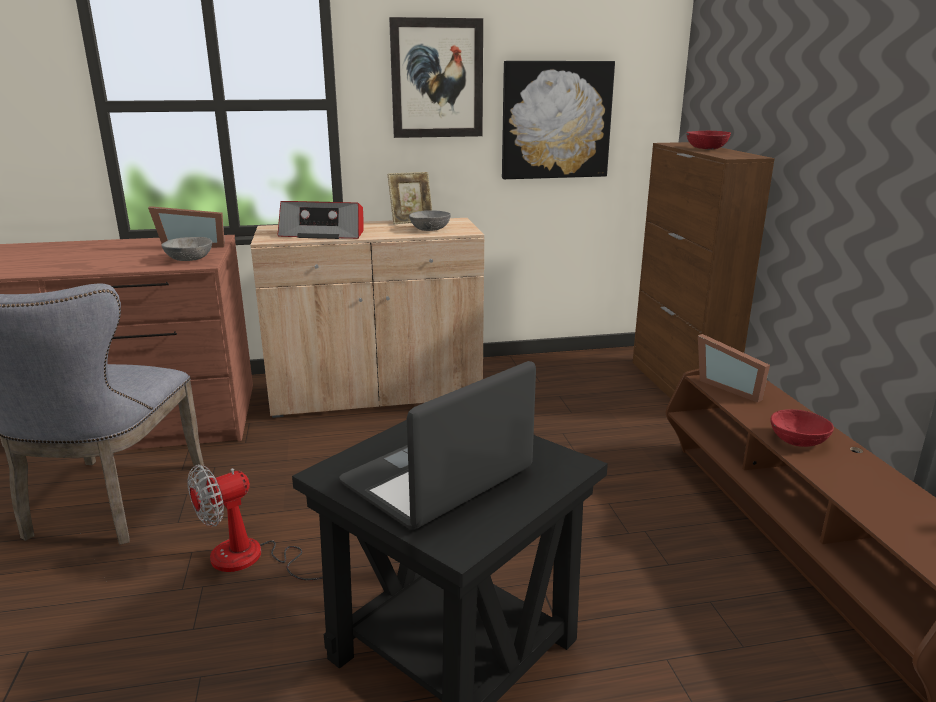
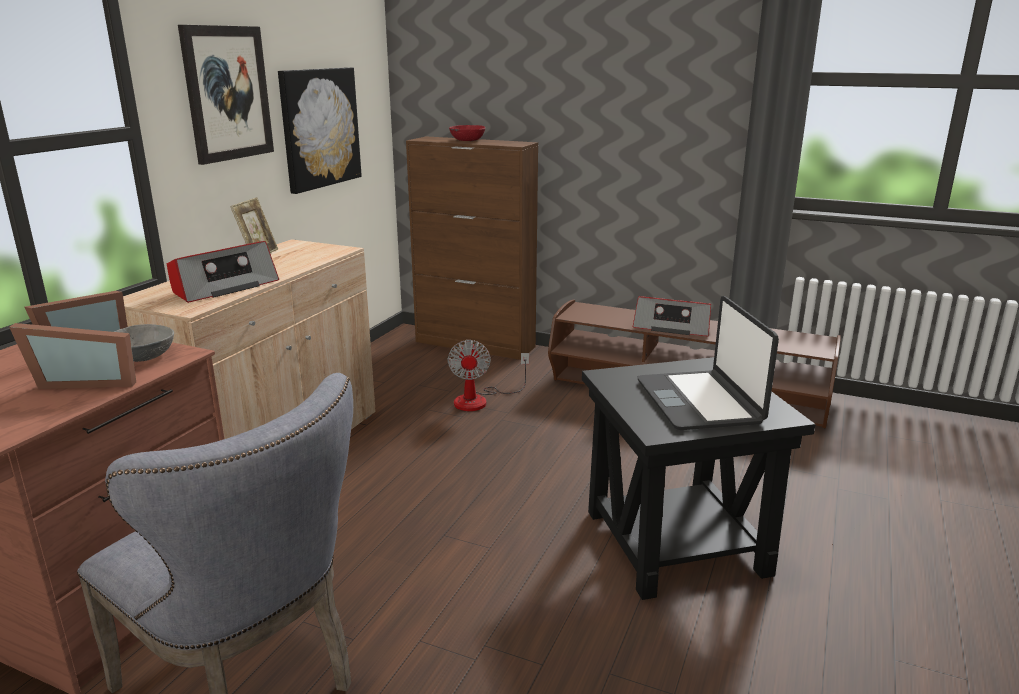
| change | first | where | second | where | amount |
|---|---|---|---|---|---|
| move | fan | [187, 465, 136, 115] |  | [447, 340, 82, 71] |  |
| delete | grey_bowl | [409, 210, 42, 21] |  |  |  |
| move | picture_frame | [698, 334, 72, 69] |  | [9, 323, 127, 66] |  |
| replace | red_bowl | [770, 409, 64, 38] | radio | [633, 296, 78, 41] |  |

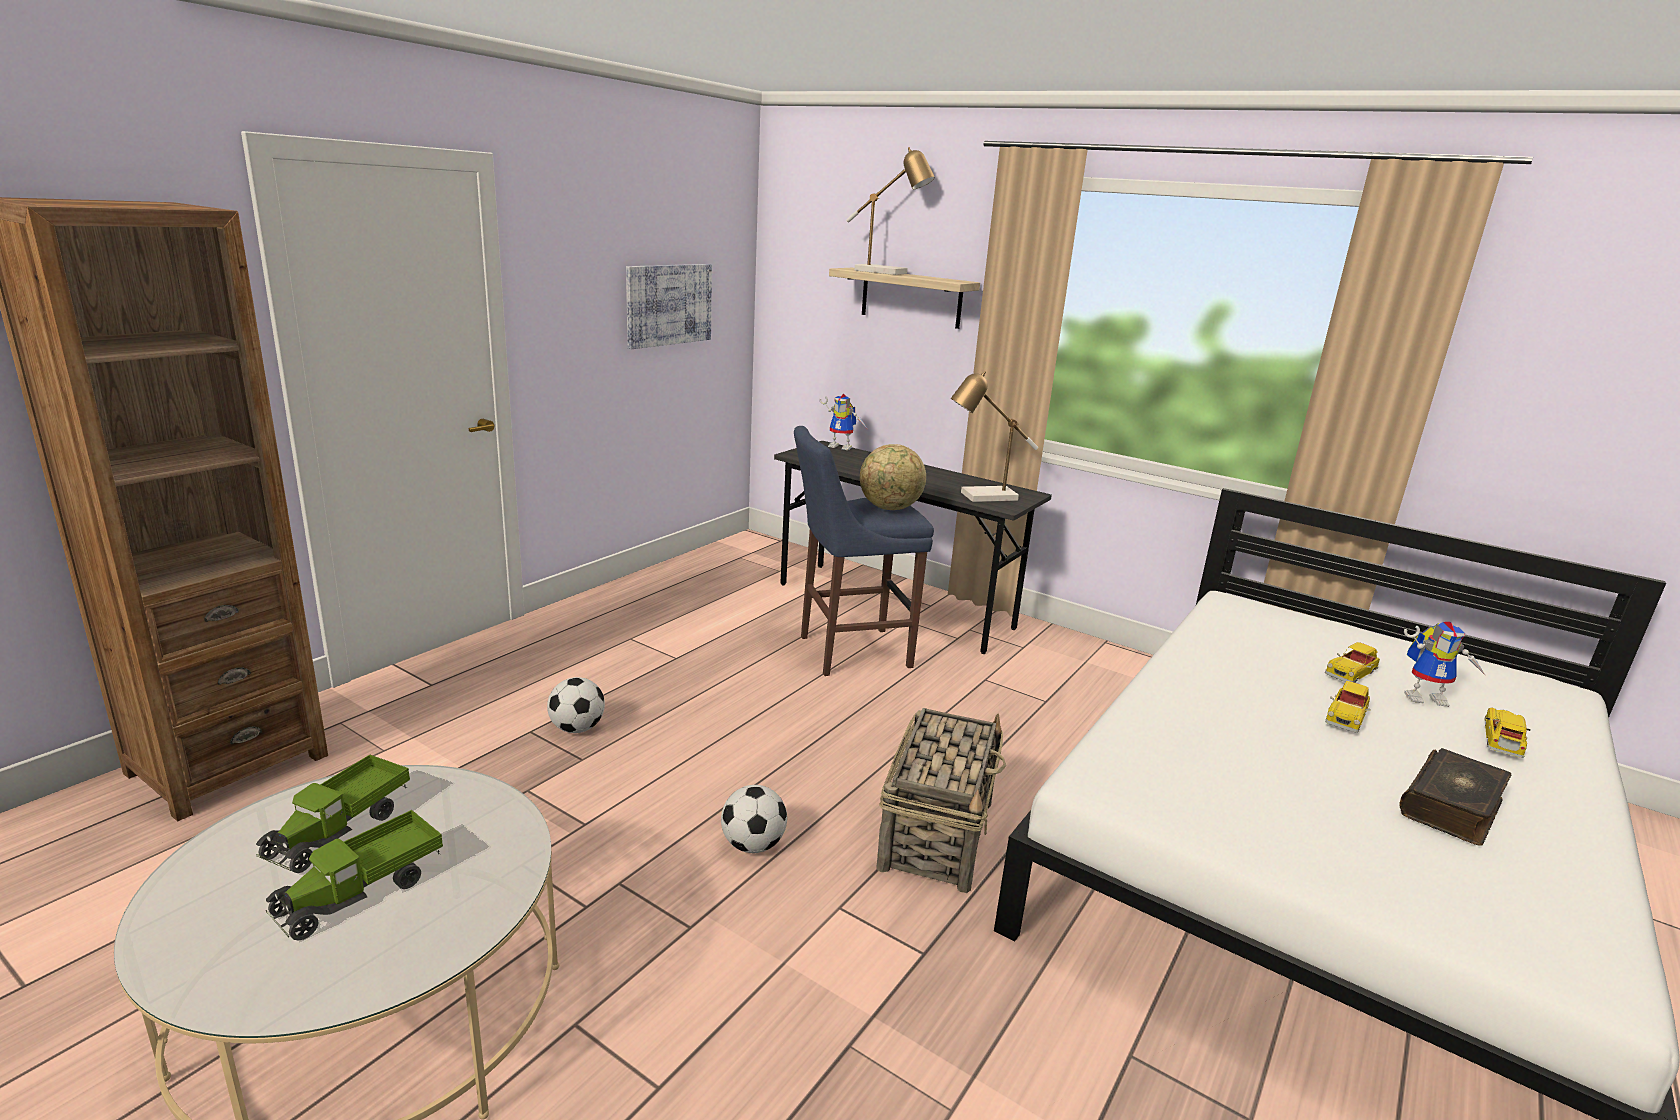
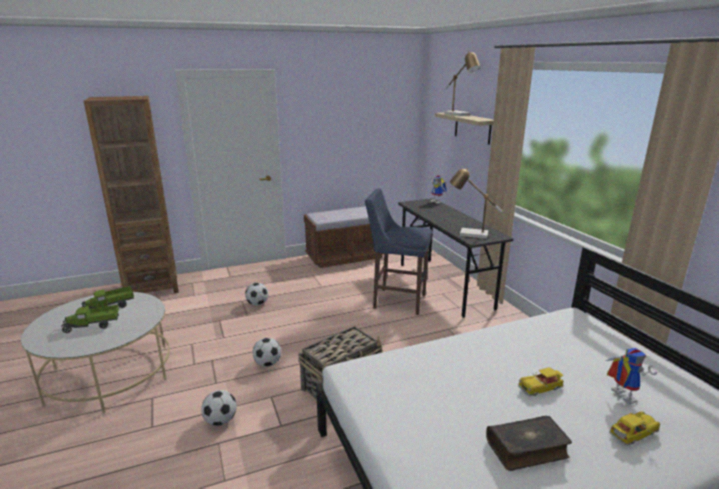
| change | first | where | second | where | amount |
|---|---|---|---|---|---|
| delete | picture | [626, 264, 86, 85] |  |  |  |
| delete | globe | [860, 444, 66, 66] |  |  |  |
| delete | toy_car | [1325, 642, 55, 41] |  |  |  |
| rotate | toy_robot | [1404, 622, 82, 85] |  | [605, 348, 52, 56] | 150 degrees counterclockwise |
| insert |  |  | football | [201, 390, 36, 36] |  |
| insert |  |  | brown_bench | [304, 206, 80, 62] |  |

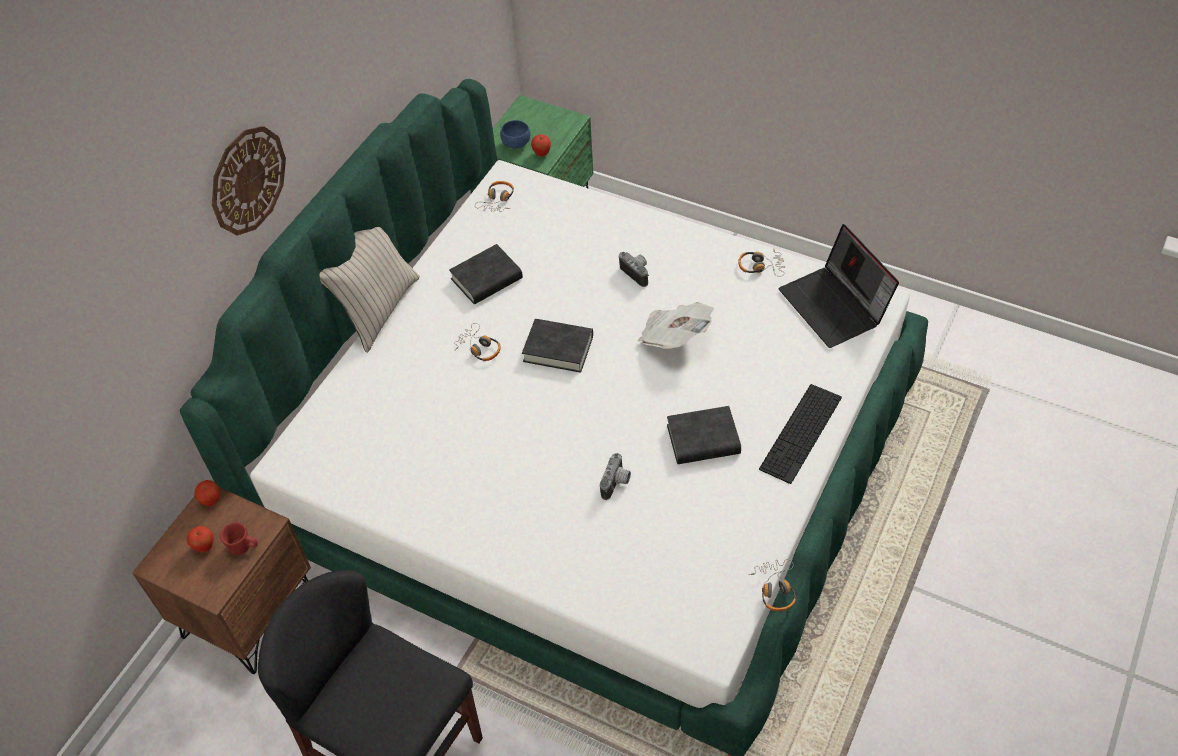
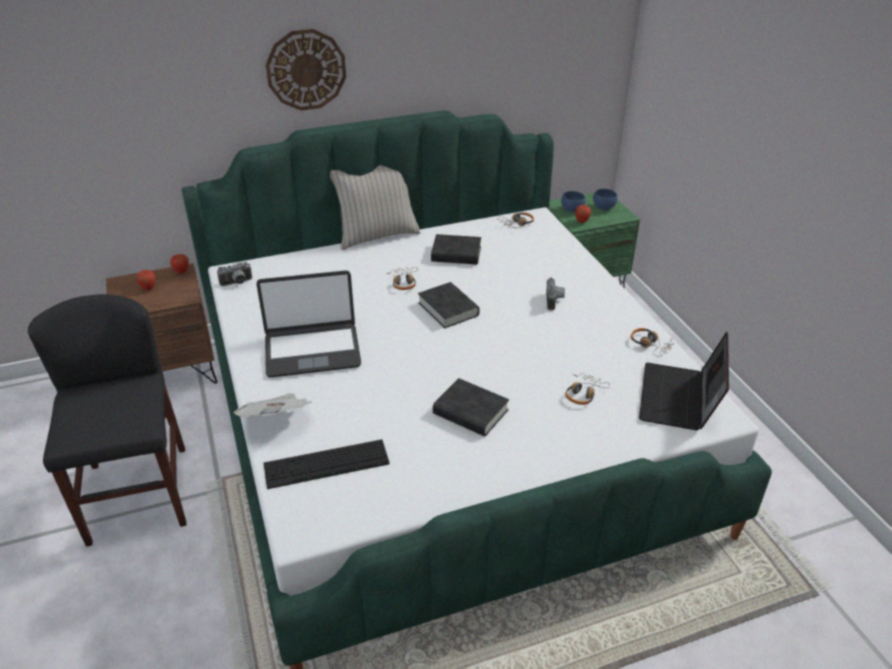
| change | first | where | second | where | amount |
|---|---|---|---|---|---|
| delete | red_mug | [220, 522, 38, 33] |  |  |  |
| move | photo_camera | [600, 453, 31, 47] |  | [217, 262, 35, 24] |  |
| move | newspaper | [638, 302, 76, 47] |  | [234, 393, 78, 24] |  |
| move | headphones | [749, 559, 47, 52] |  | [565, 373, 45, 32] |  |
| move | keyboard | [759, 384, 83, 100] |  | [264, 439, 126, 50] |  |
| insert |  |  | laptop | [256, 270, 105, 108] |  |
| insert |  |  | blue_bowl | [593, 189, 24, 21] |  |

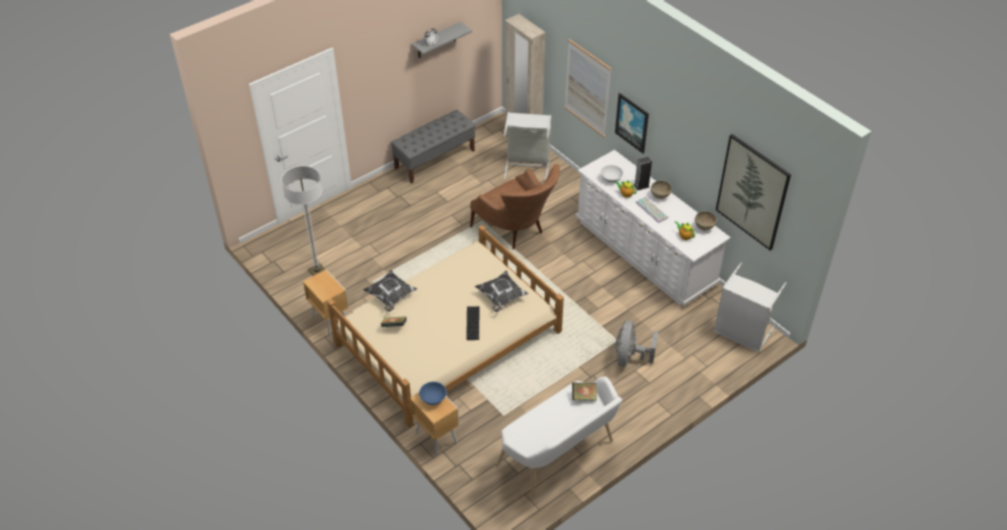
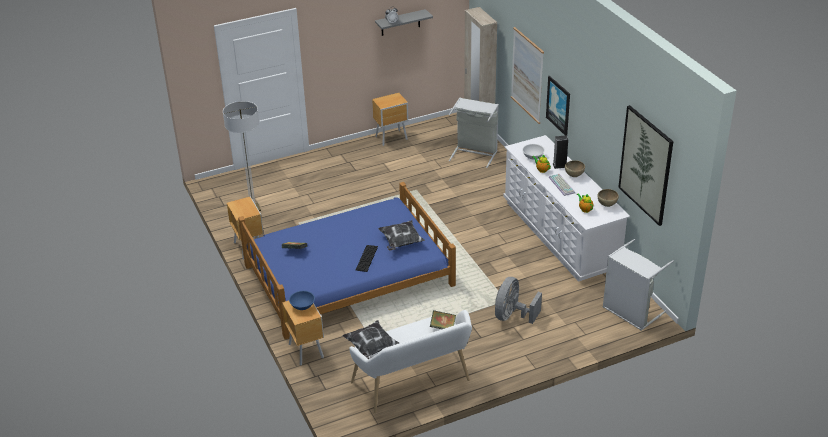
| change | first | where | second | where | amount |
|---|---|---|---|---|---|
| recolor | beige_bed | [327, 225, 237, 203] | blue_bed | [238, 182, 218, 157] |  |
| move | pillow | [363, 270, 54, 42] |  | [342, 320, 57, 39] |  |
| replace | grey_bench | [391, 110, 85, 74] | brown_nightstand | [372, 93, 37, 53] |  |
| delete | brown_armchair | [470, 164, 90, 85] |  |  |  |

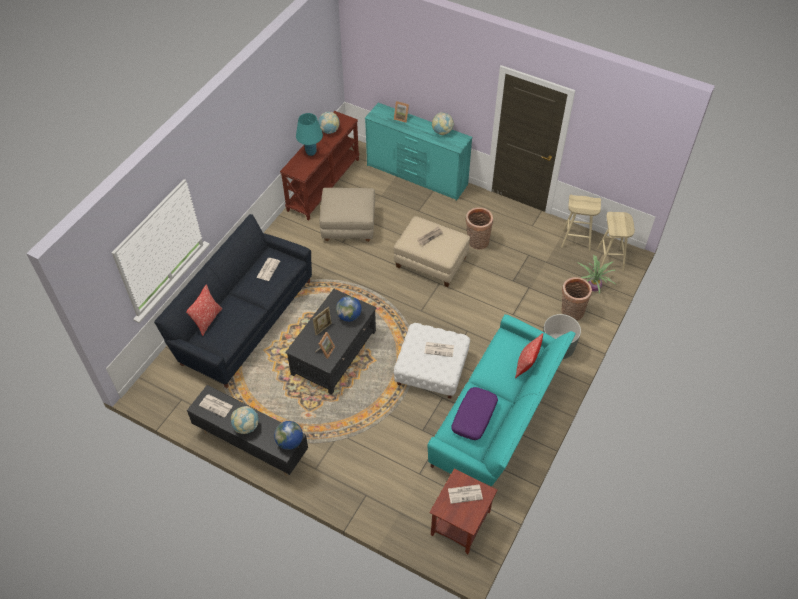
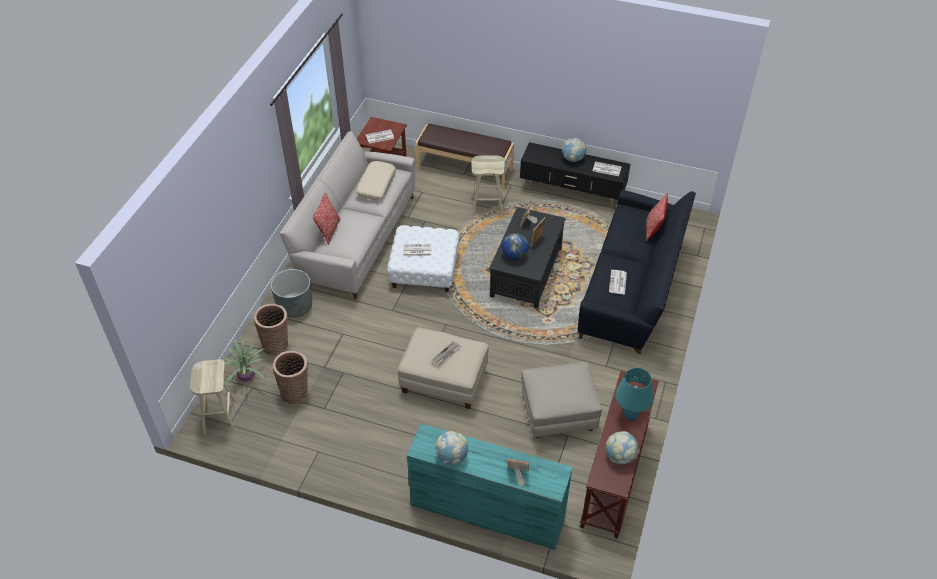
| change | first | where | second | where | amount |
|---|---|---|---|---|---|
| delete | globe | [274, 421, 29, 29] |  |  |  |
| recolor | turquoise_sofa | [427, 314, 149, 173] | beige_sofa | [279, 131, 136, 168] |  |
| recolor | purple_pillow | [451, 387, 47, 53] | beige_pillow | [356, 161, 40, 39] |  |
| move | basket | [466, 207, 27, 43] |  | [273, 351, 35, 53] |  |
| move | beige_stool | [561, 195, 40, 56] |  | [472, 155, 33, 60] |  |
| insert |  |  | brown_bench | [415, 124, 99, 65] |  |

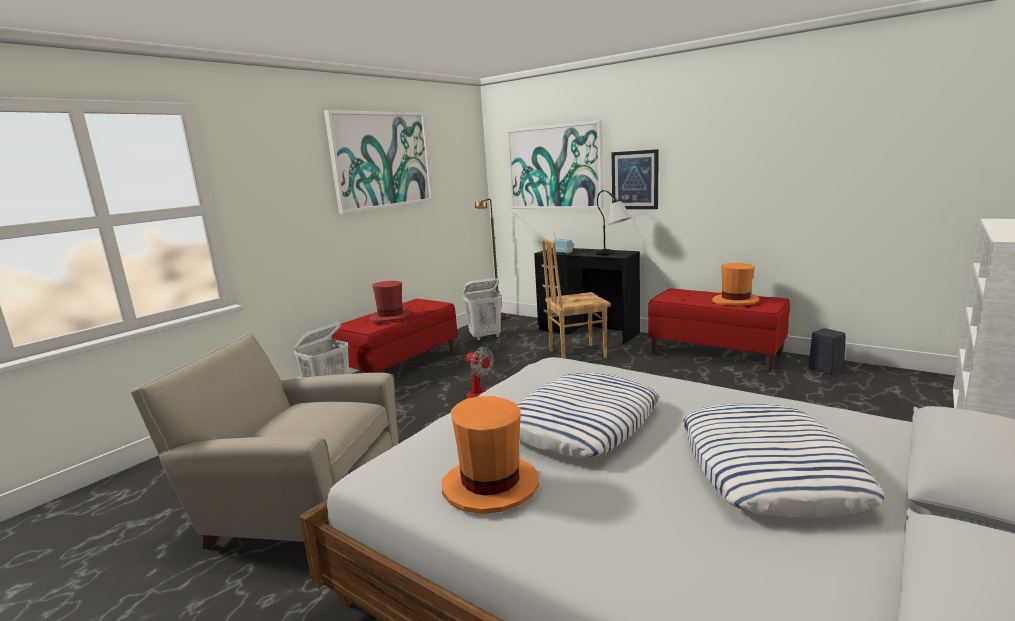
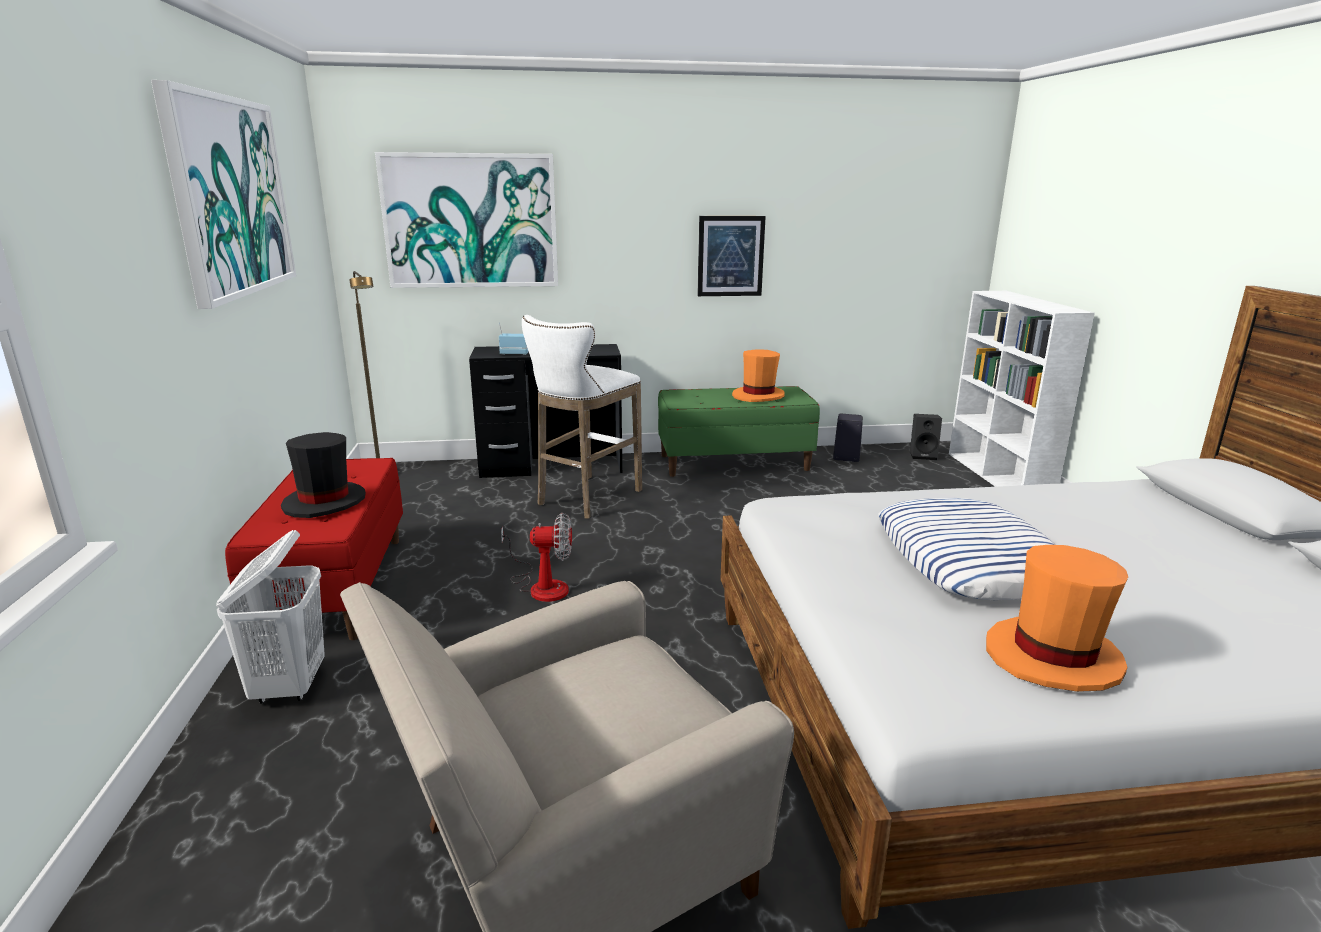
| change | first | where | second | where | amount |
|---|---|---|---|---|---|
| recolor | red_hat | [370, 281, 41, 42] | black_hat | [281, 432, 85, 86] |  |
| delete | white_laundry_basket | [463, 278, 39, 63] |  |  |  |
| replace | brown_chair | [542, 238, 69, 120] | white_stool | [522, 315, 120, 204] |  |
| delete | table_lamp | [596, 190, 36, 65] |  |  |  |
| move | picture | [612, 149, 47, 60] |  | [697, 216, 69, 80] |  |
| recolor | red_bench | [648, 289, 142, 83] | green_bench | [658, 386, 162, 91] |  |
| delete | pillow | [683, 403, 202, 115] |  |  |  |
| insert |  |  | black_speaker | [910, 414, 32, 46] |  |

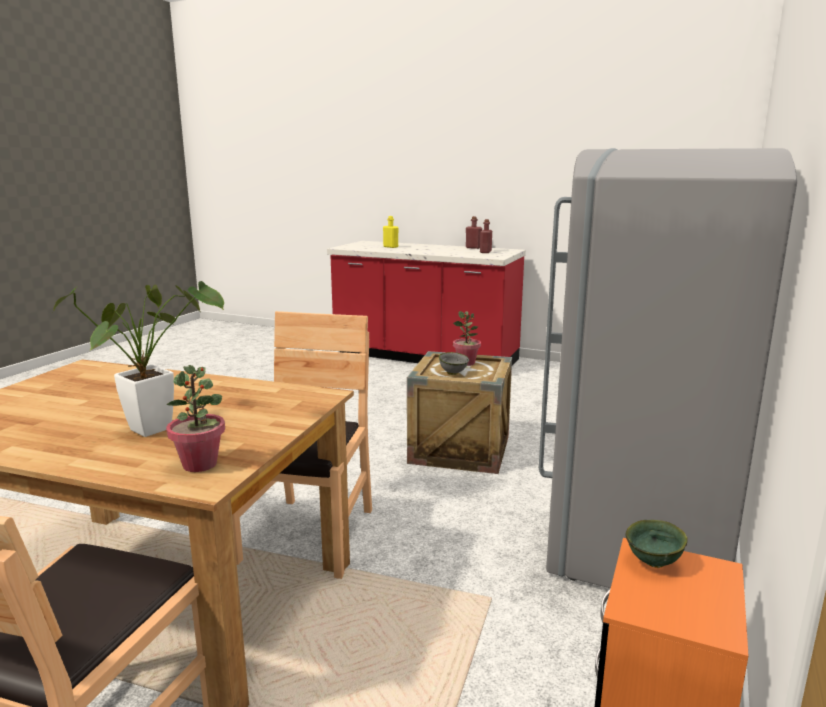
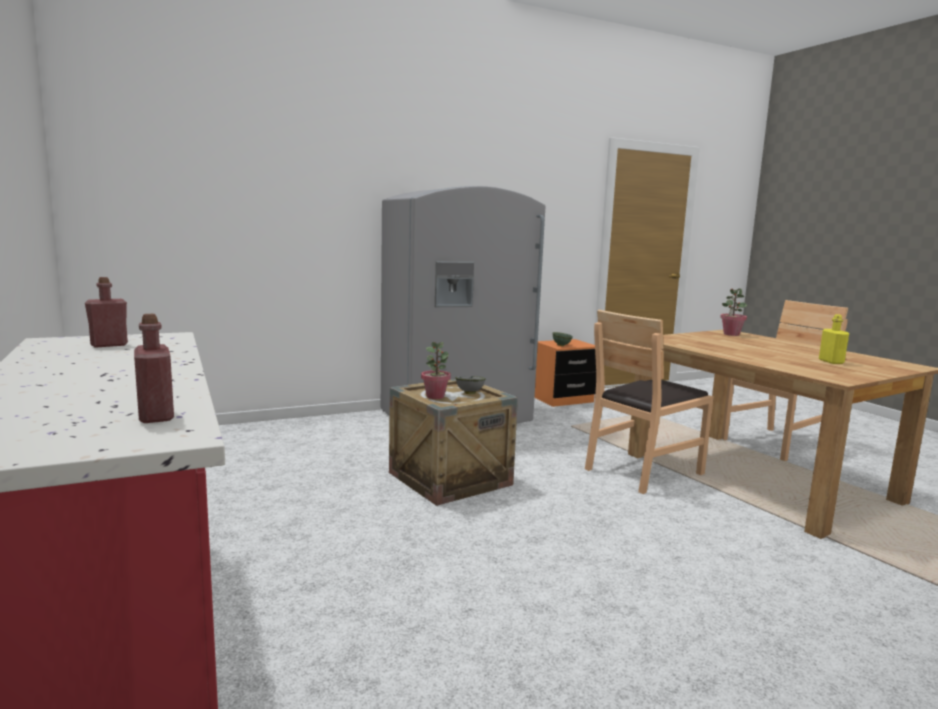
| change | first | where | second | where | amount |
|---|---|---|---|---|---|
| delete | potted_plant | [53, 281, 171, 156] |  |  |  |
| move | yellow_bottle | [383, 216, 15, 32] |  | [819, 314, 30, 50] |  |
| move | red_bottle | [466, 216, 16, 33] |  | [134, 314, 40, 109] |  |

